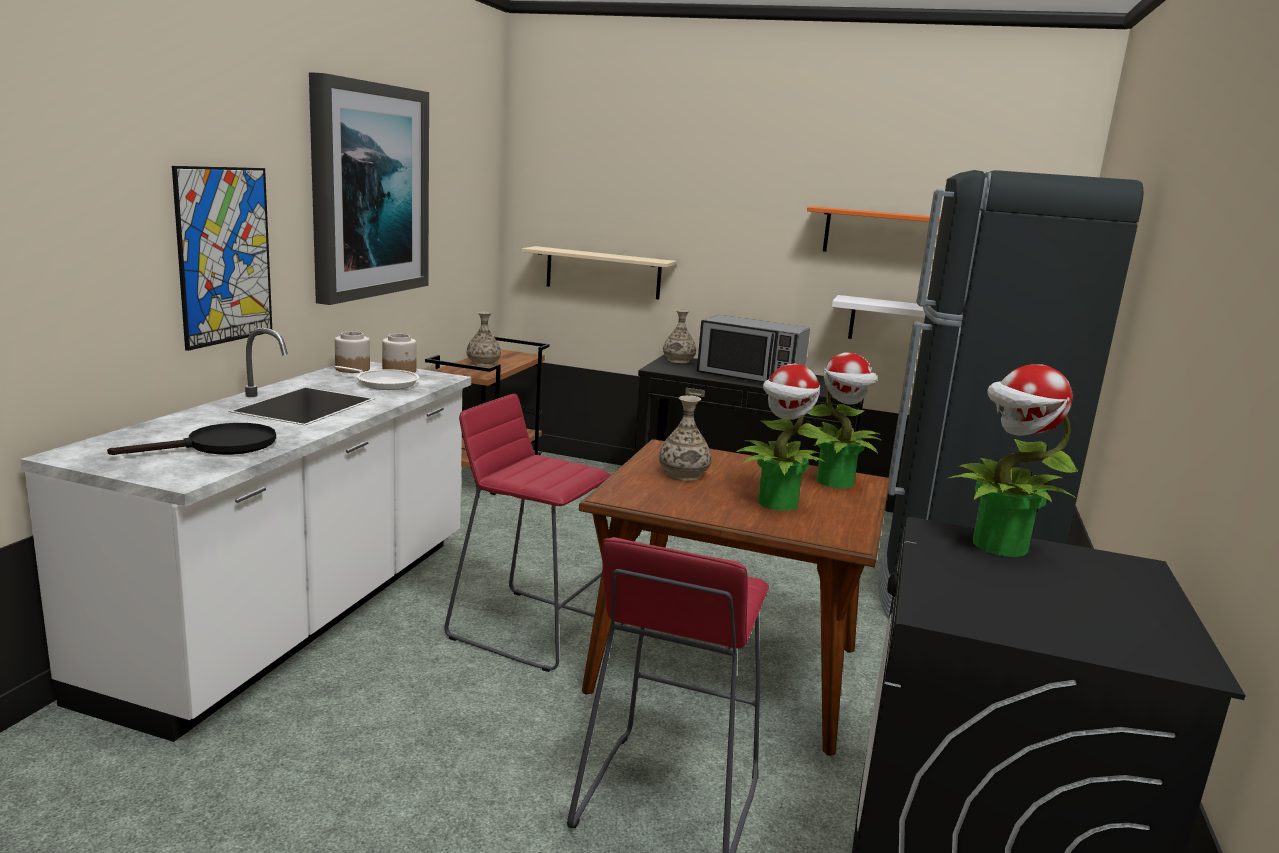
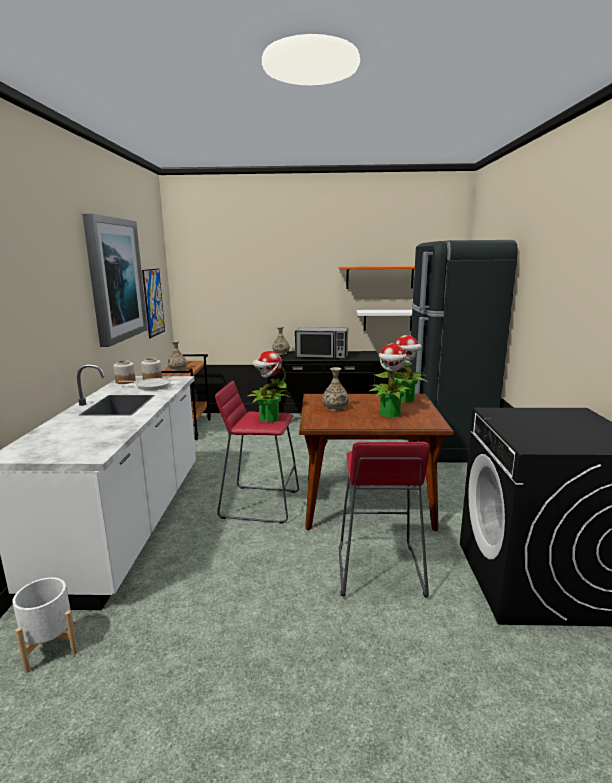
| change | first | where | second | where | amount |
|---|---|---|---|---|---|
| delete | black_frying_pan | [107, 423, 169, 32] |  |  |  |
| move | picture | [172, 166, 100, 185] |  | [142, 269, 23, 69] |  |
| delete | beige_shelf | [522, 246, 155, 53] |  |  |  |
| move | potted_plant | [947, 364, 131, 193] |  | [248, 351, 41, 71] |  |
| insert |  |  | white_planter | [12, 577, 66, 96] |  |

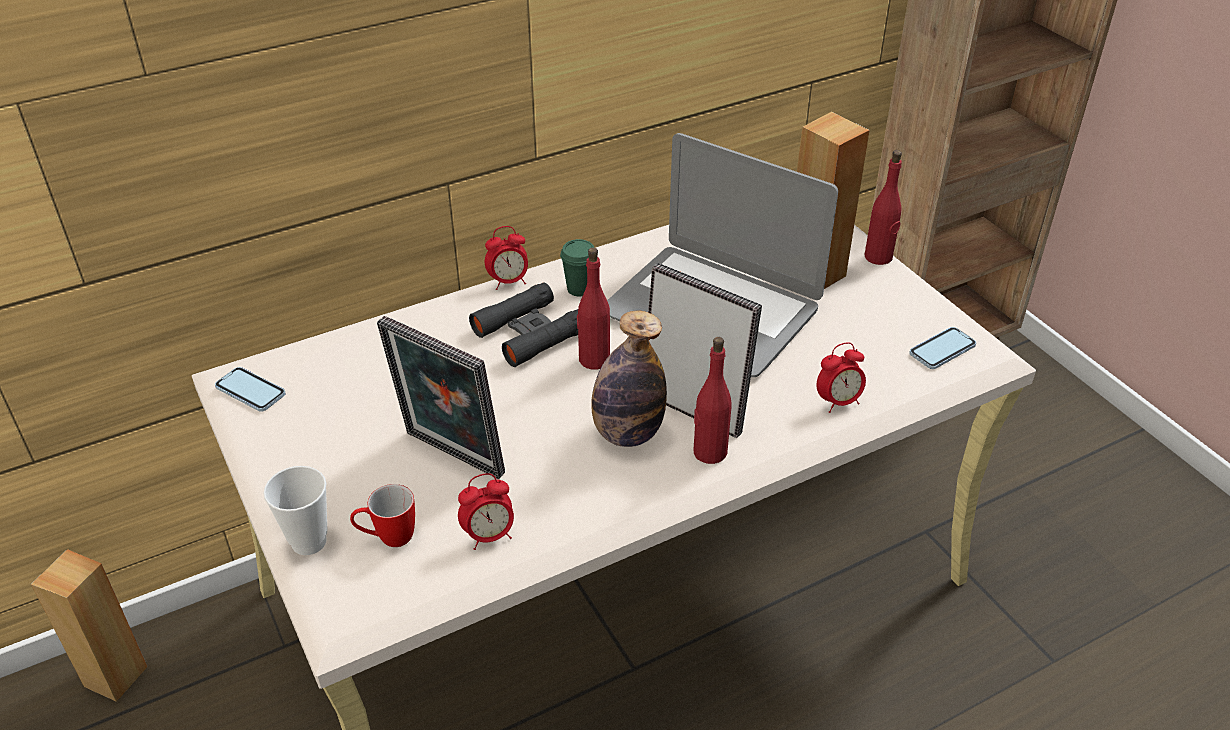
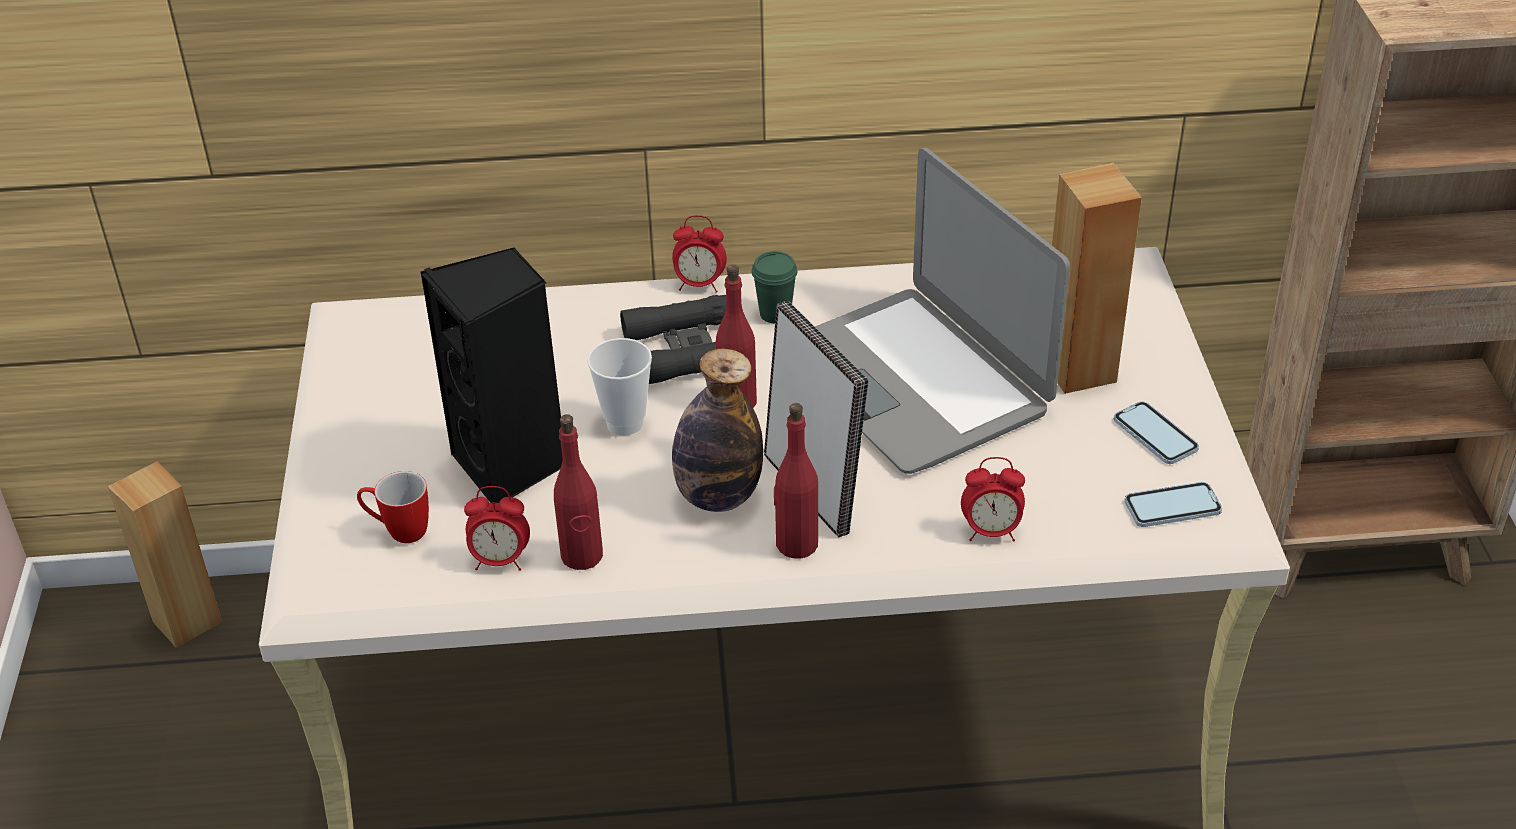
| change | first | where | second | where | amount |
|---|---|---|---|---|---|
| move | phone | [215, 367, 71, 45] |  | [1114, 401, 85, 63] |  |
| move | cup | [263, 466, 64, 89] |  | [587, 338, 65, 98] |  |
| replace | picture_frame | [377, 316, 128, 163] | black_speaker | [421, 247, 142, 256] |  |
| move | red_bottle | [864, 150, 38, 115] |  | [554, 414, 49, 156] |  |

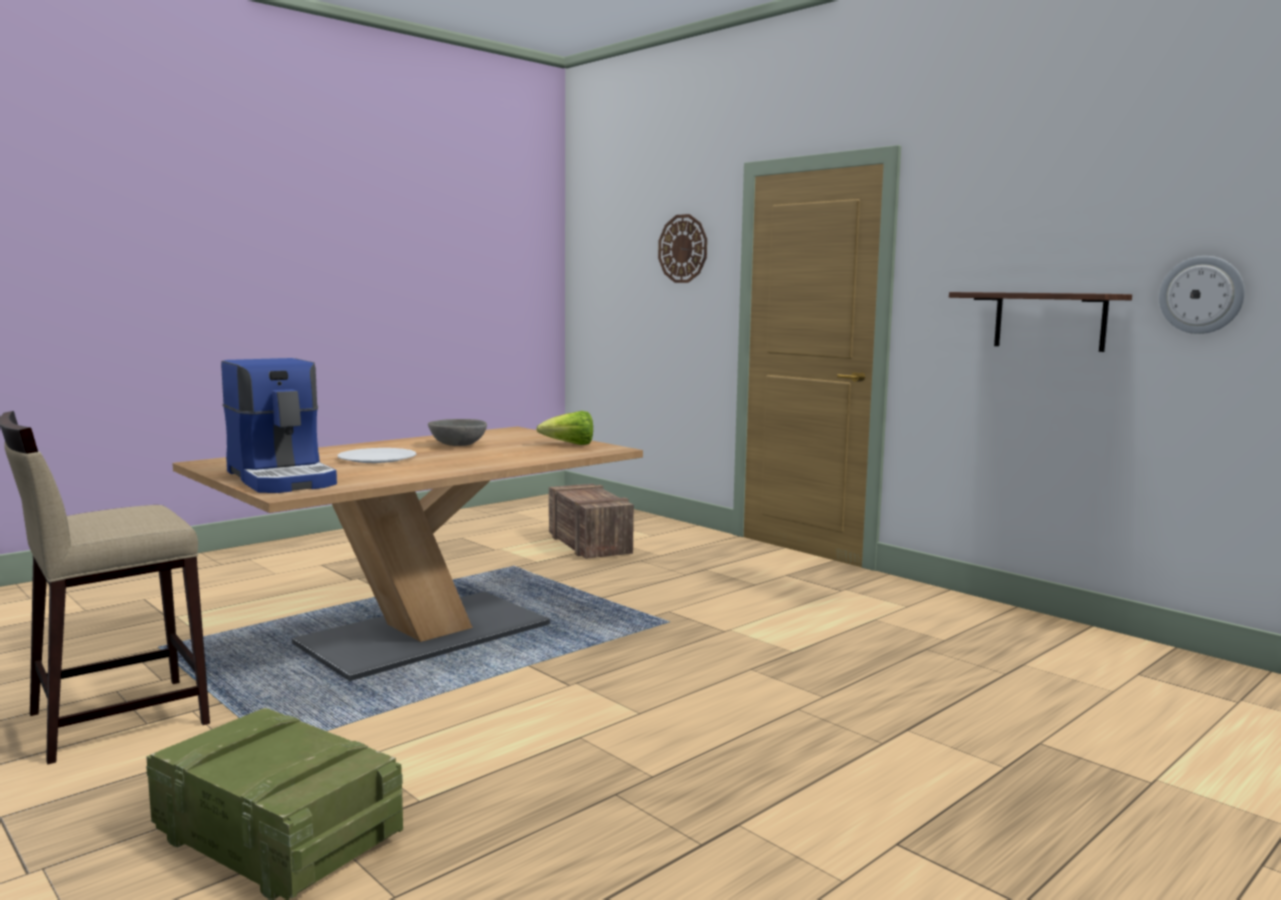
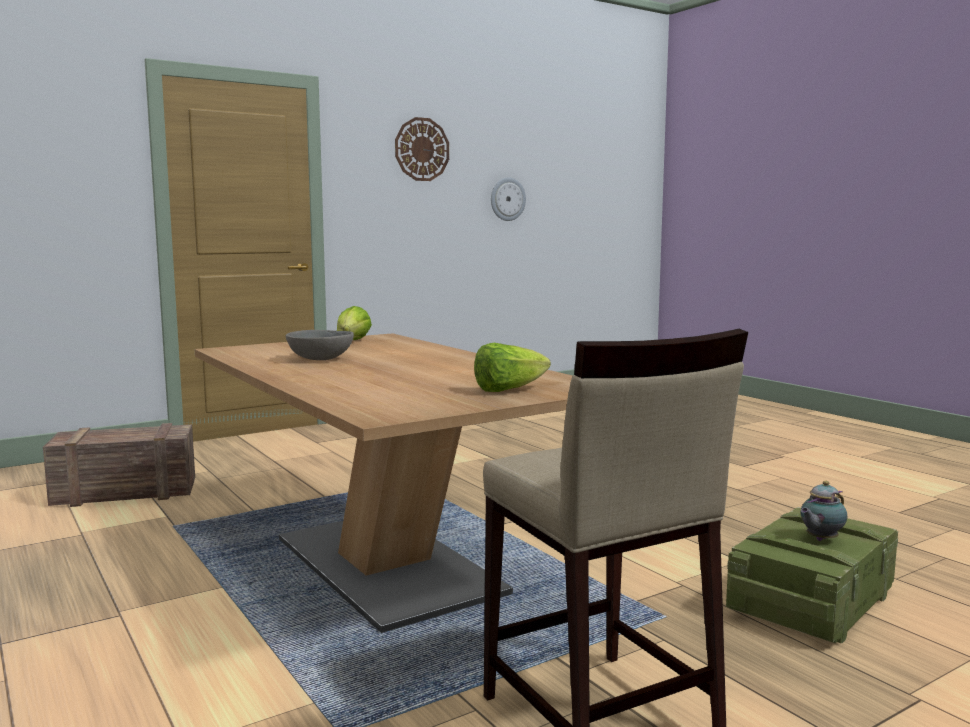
| change | first | where | second | where | amount |
|---|---|---|---|---|---|
| replace | coffee_machine | [221, 358, 116, 135] | lettuce | [474, 343, 77, 49] |  |
| delete | white_plate | [338, 448, 78, 15] |  |  |  |
| move | wall_clock | [658, 214, 49, 69] |  | [395, 117, 54, 64] |  |
| delete | shelf | [949, 292, 183, 60] |  |  |  |
| insert |  |  | teapot | [801, 481, 46, 60] |  |

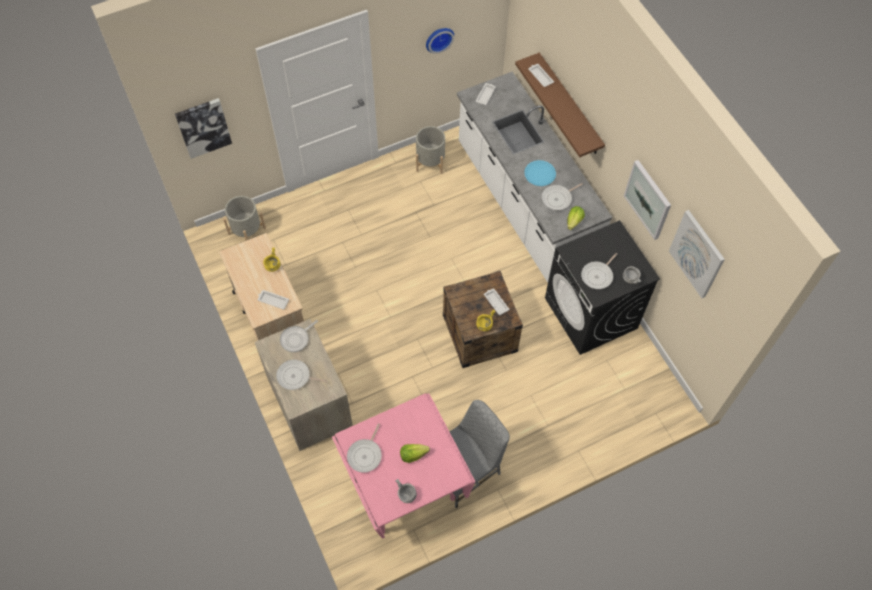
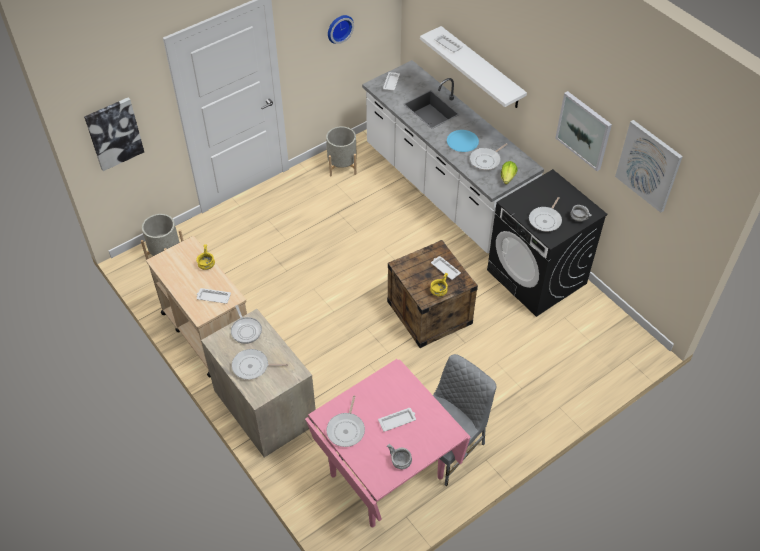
| change | first | where | second | where | amount |
|---|---|---|---|---|---|
| rotate | frying_pan | [280, 320, 38, 32] |  | [231, 305, 31, 39] | 60 degrees counterclockwise |
| replace | lettuce | [400, 444, 30, 19] | white_tray | [378, 408, 38, 24] |  |
| recolor | brown_shelf | [515, 53, 90, 104] | white_shelf | [420, 26, 107, 82] |  |

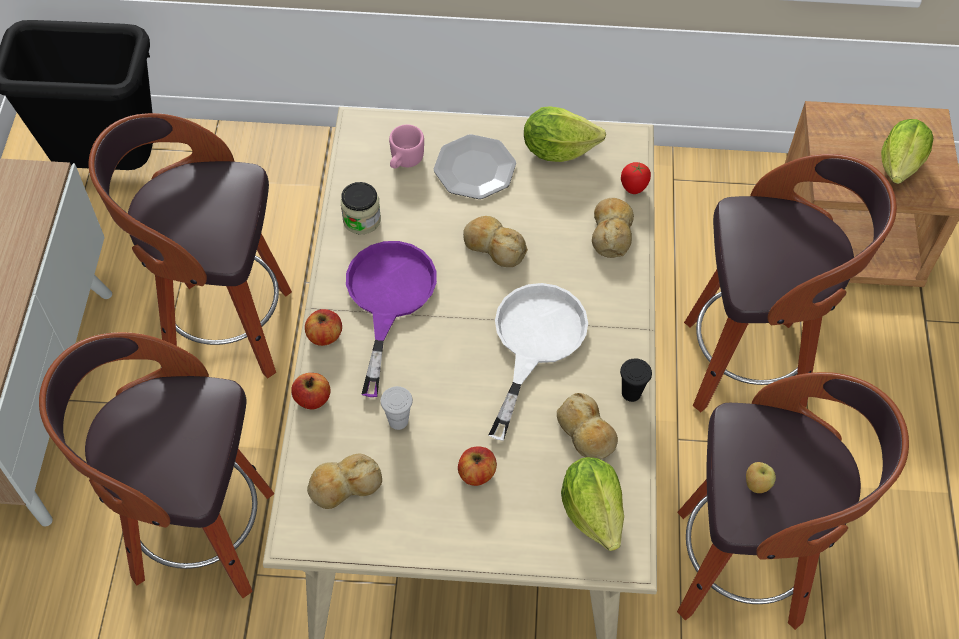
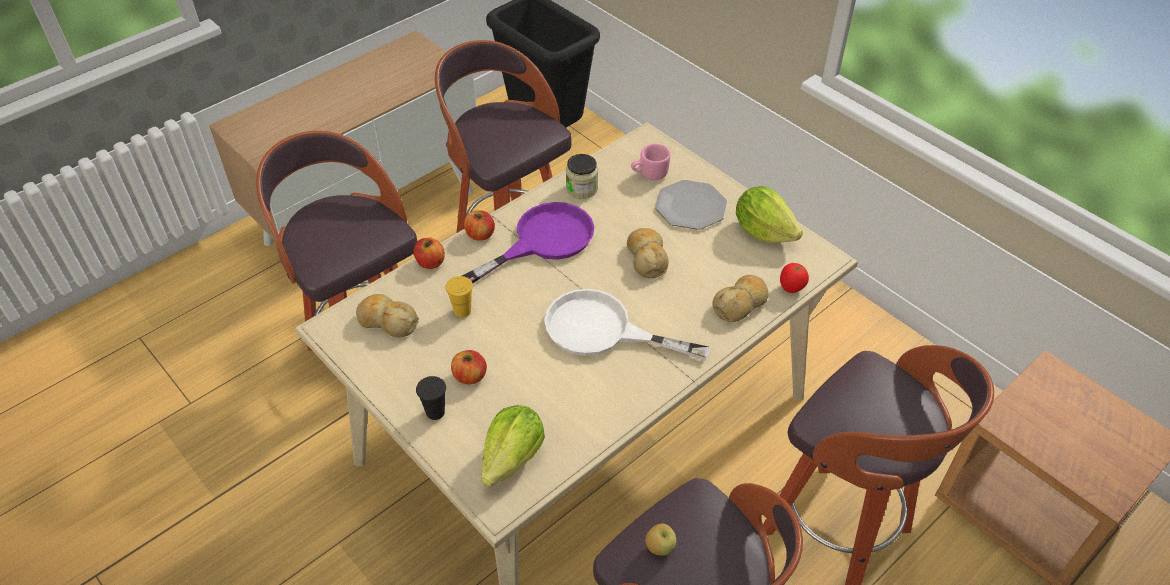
| change | first | where | second | where | amount |
|---|---|---|---|---|---|
| recolor | white_cup | [381, 386, 32, 44] | yellow_cup | [445, 276, 28, 42] |  |
| rotate | white_frying_pan | [489, 283, 99, 158] |  | [544, 289, 166, 71] | 135 degrees counterclockwise |
| delete | bread | [557, 393, 61, 66] |  |  |  |
| move | black_cup | [620, 359, 32, 43] |  | [416, 376, 30, 44] |  |
| delete | lettuce | [881, 119, 52, 65] |  |  |  |

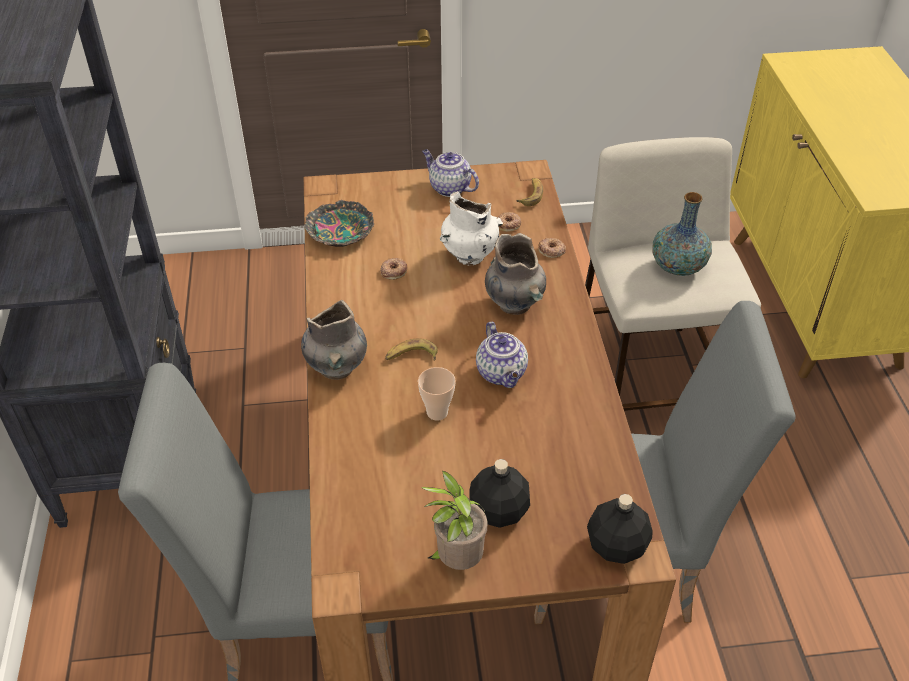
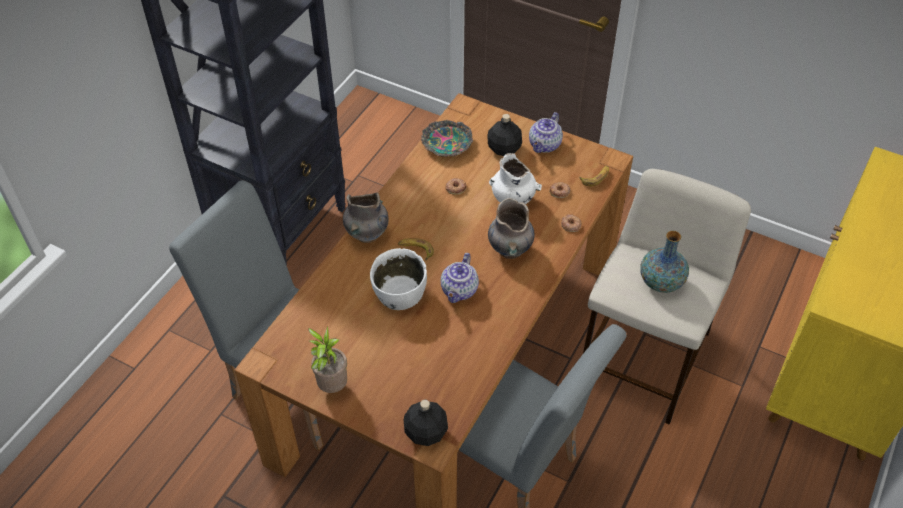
| change | first | where | second | where | amount |
|---|---|---|---|---|---|
| replace | cup | [418, 367, 38, 54] | white_bowl | [370, 248, 57, 62] |  |
| rotate | teapot | [422, 149, 57, 48] |  | [529, 112, 34, 41] | 135 degrees counterclockwise |
| move | black_bottle | [470, 459, 60, 69] |  | [487, 114, 35, 42] |  |

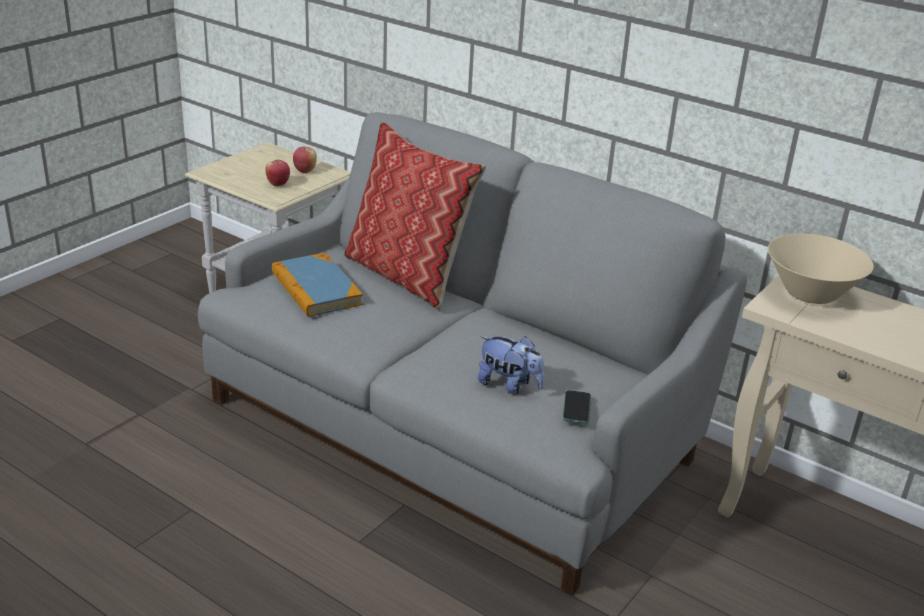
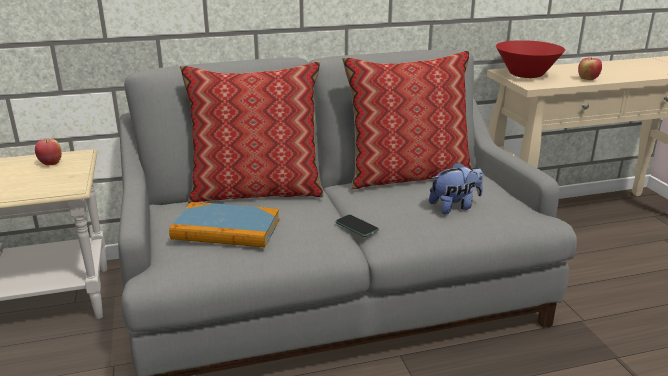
| change | first | where | second | where | amount |
|---|---|---|---|---|---|
| move | apple | [265, 160, 25, 26] |  | [578, 57, 24, 23] |  |
| move | phone | [563, 390, 28, 34] |  | [336, 215, 43, 22] |  |
| recolor | beige_bowl | [768, 234, 106, 70] | red_bowl | [496, 40, 69, 38] |  |
| insert |  |  | pillow | [342, 50, 130, 140] |  |

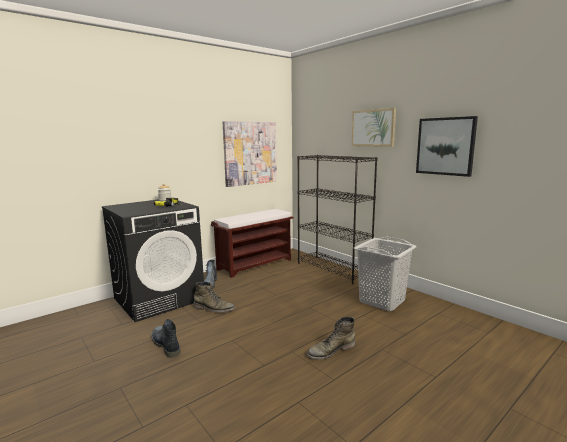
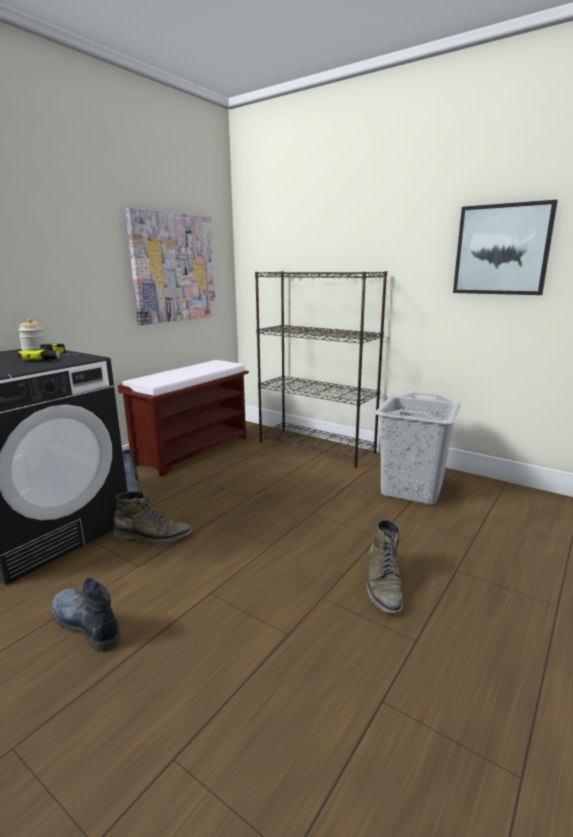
| change | first | where | second | where | amount |
|---|---|---|---|---|---|
| rotate | green_boot | [307, 316, 48, 43] |  | [366, 519, 37, 95] | 45 degrees counterclockwise |
| delete | picture | [352, 108, 44, 39] |  |  |  |

